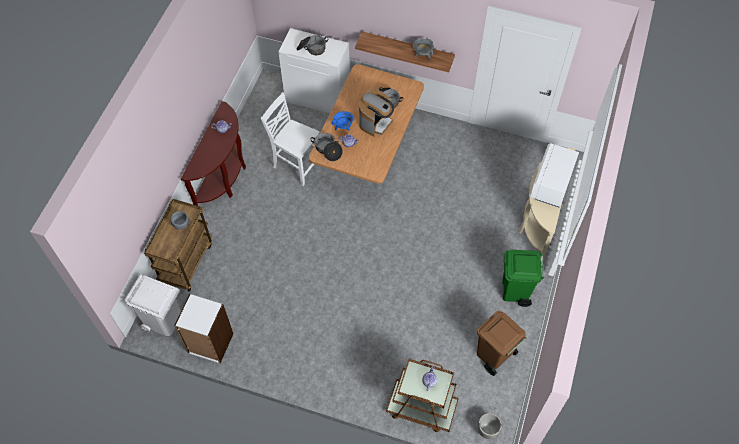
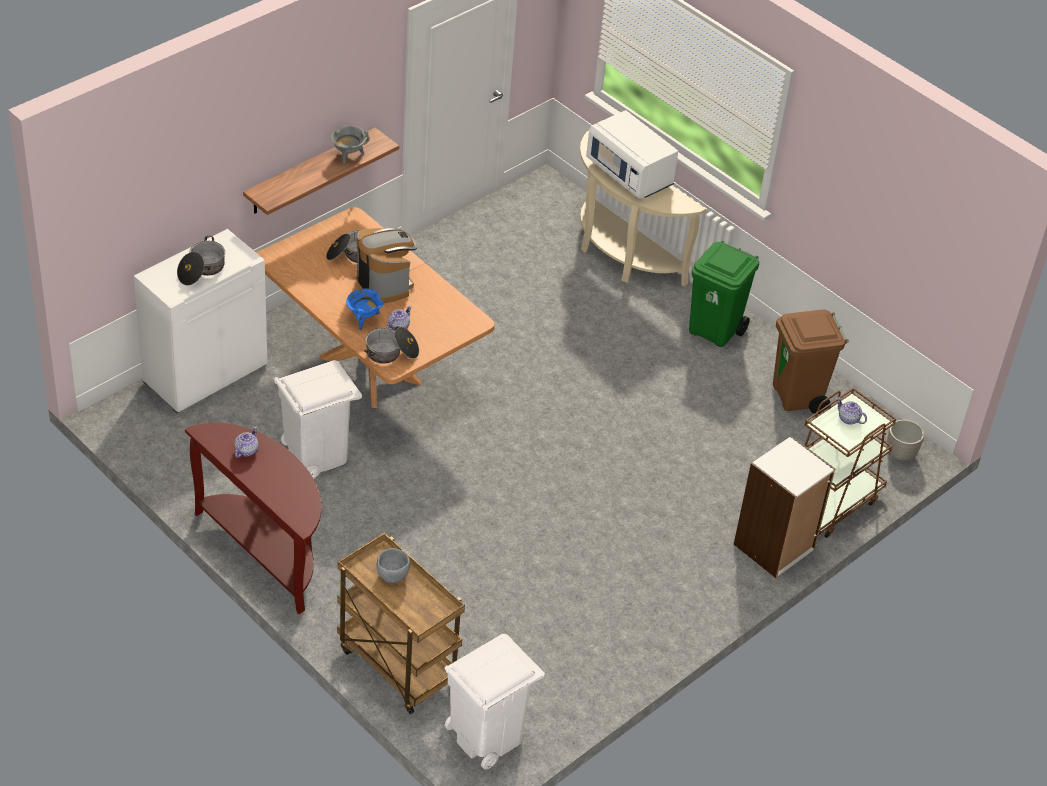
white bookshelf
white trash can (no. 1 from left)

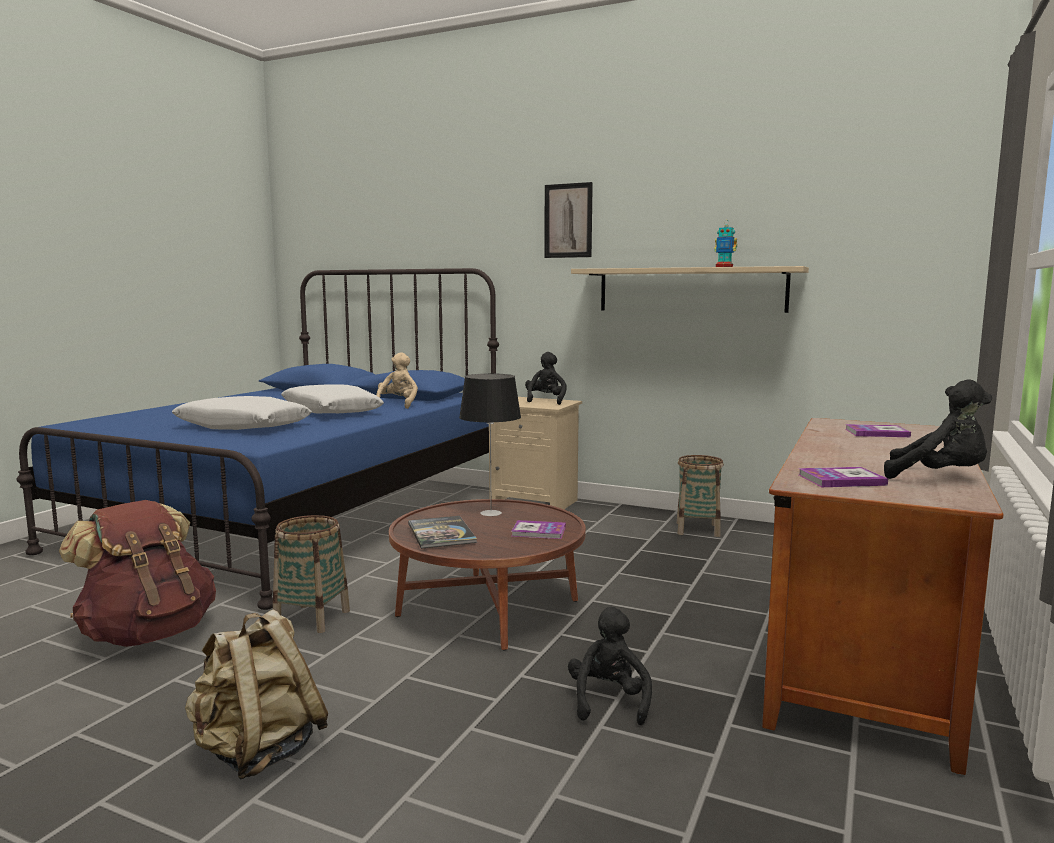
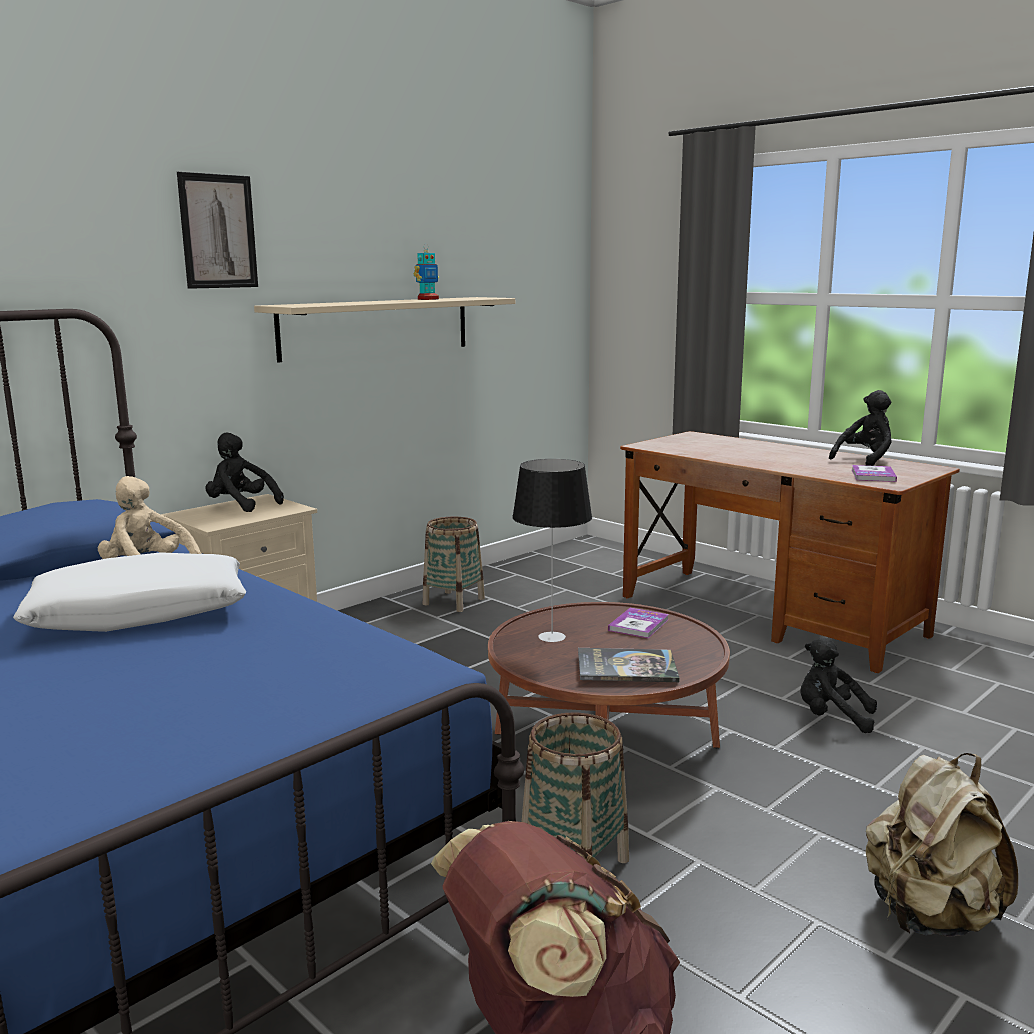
white throw pillow (no. 1 from left in the first image)
book (no. 4 from left in the first image)

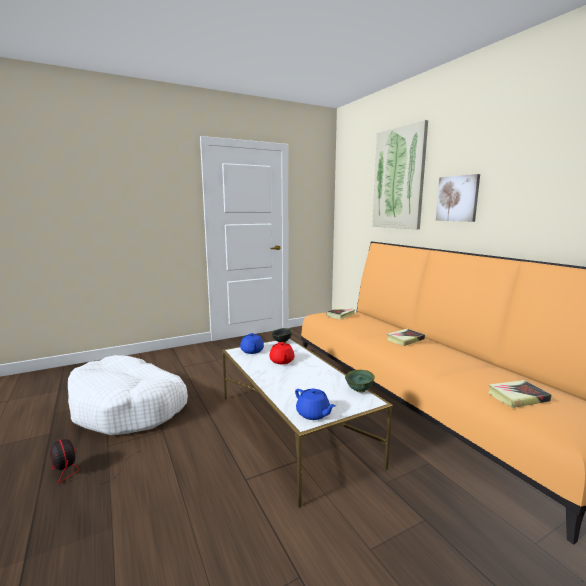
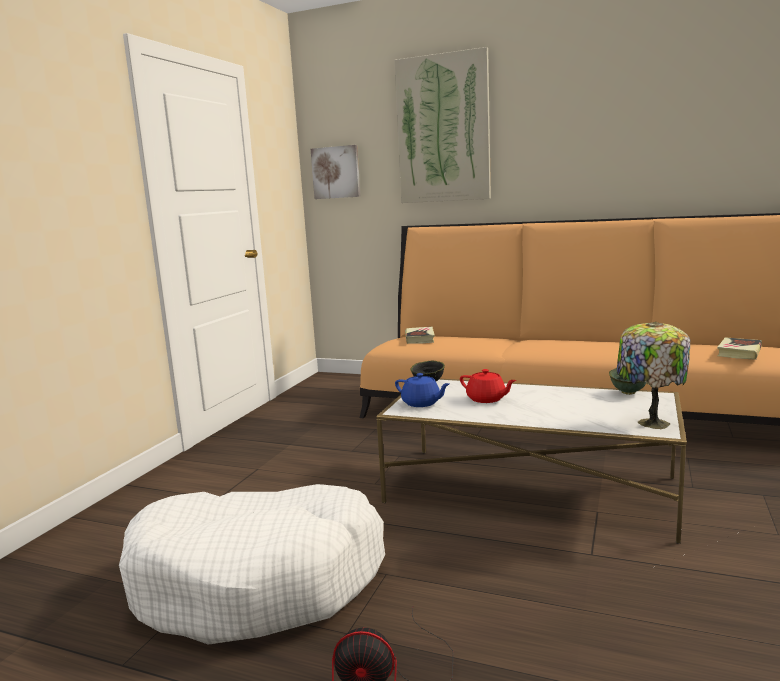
tabletop lamp
book (no. 2 from left in the first image)
wall picture (no. 1 from left)

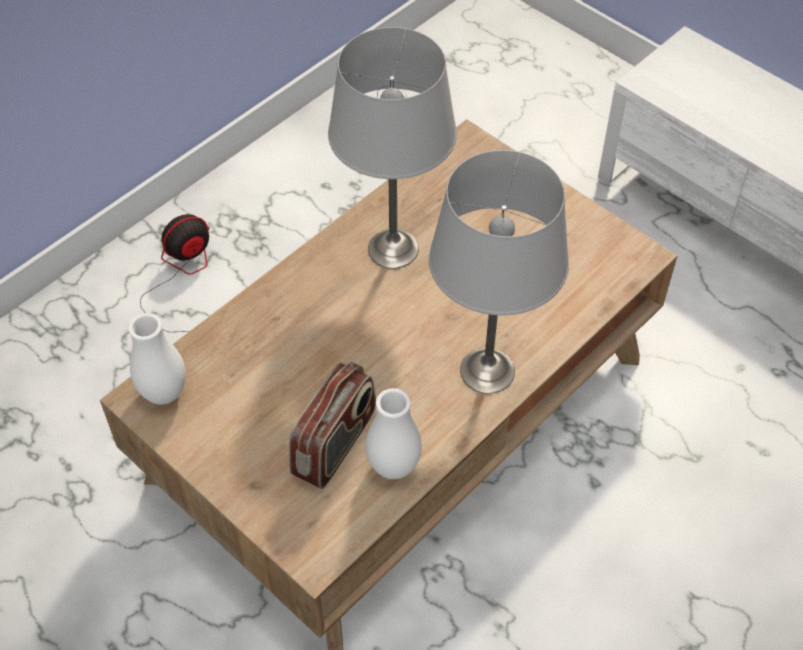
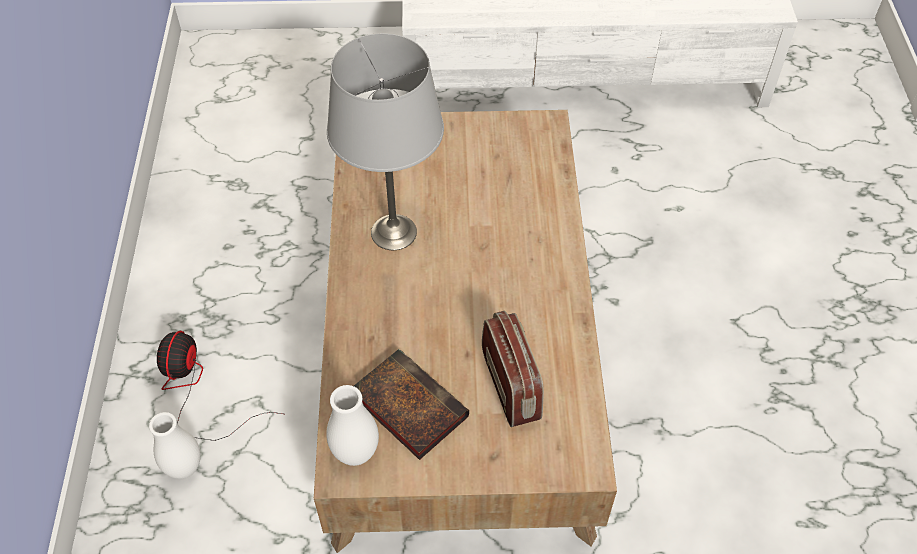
white flower vase (no. 1 from left)
grey tabletop lamp (no. 2 from left in the first image)
book

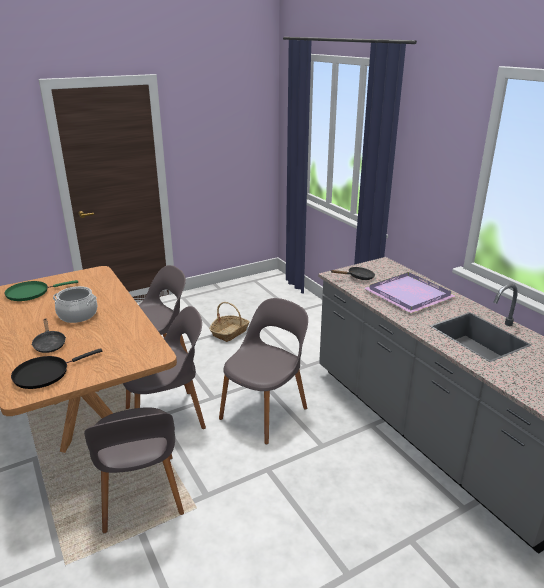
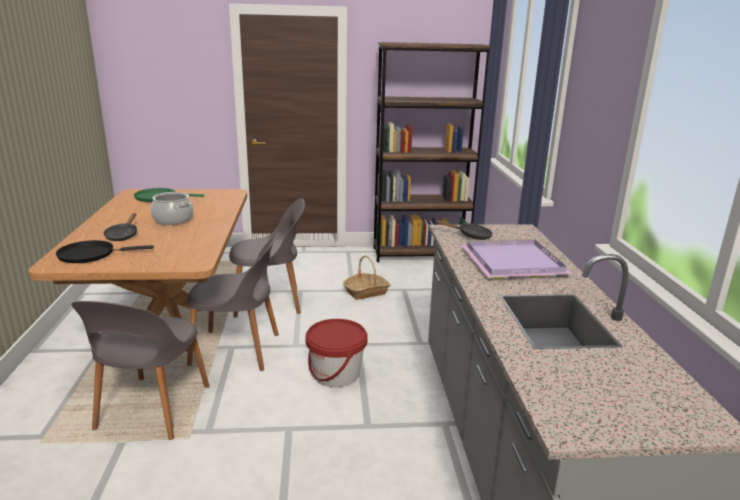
red water bucket
brown bookshelf

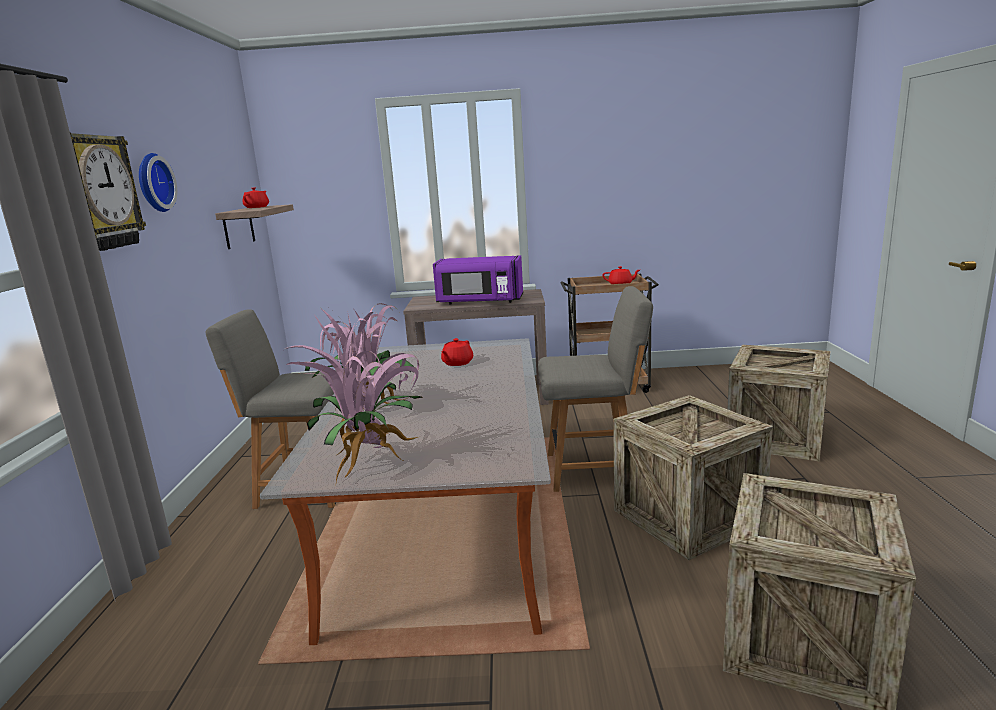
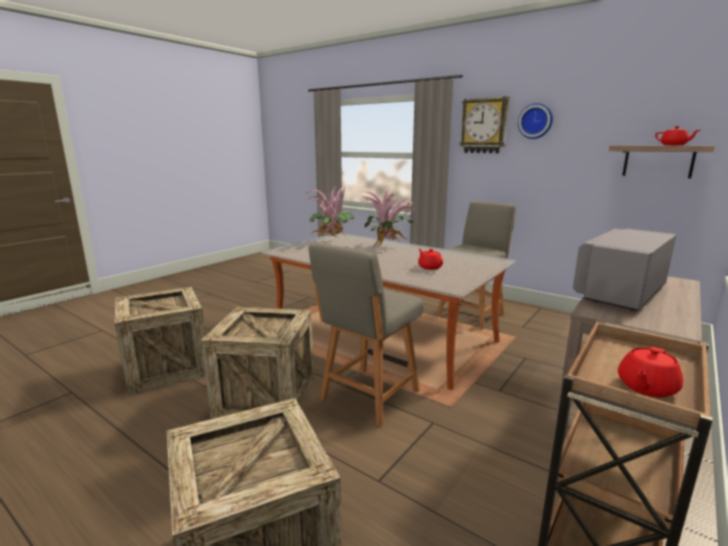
grey kitchen microwave

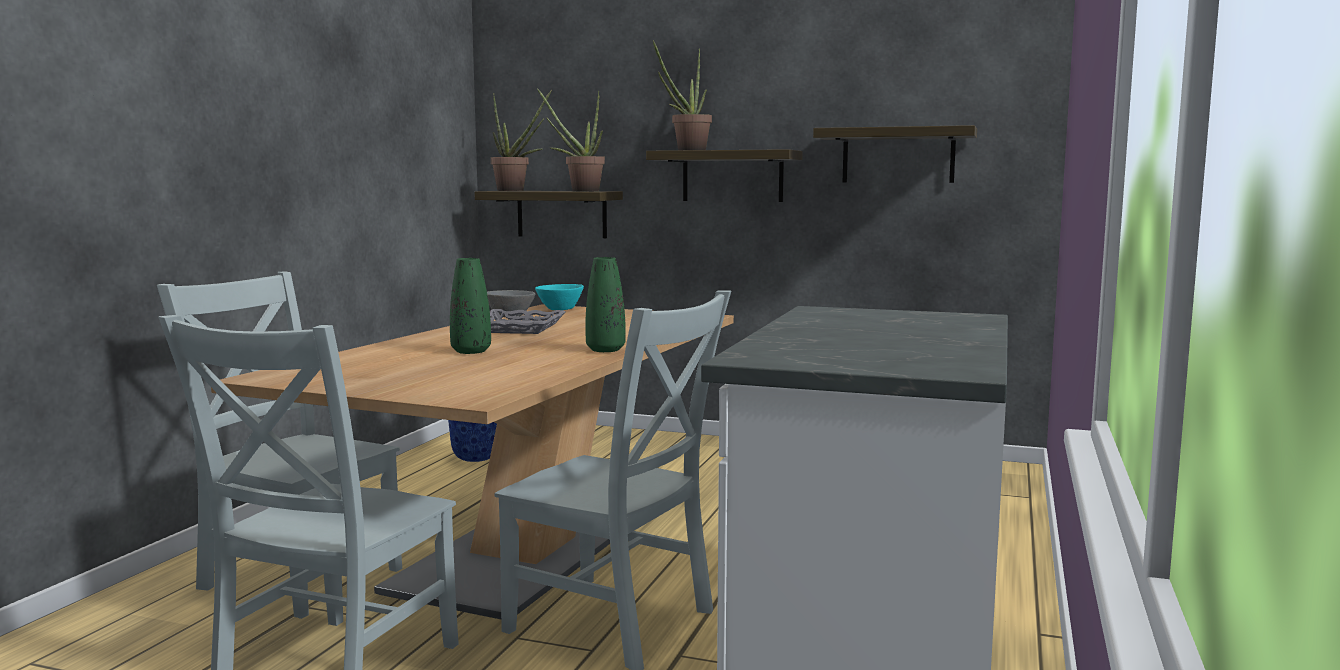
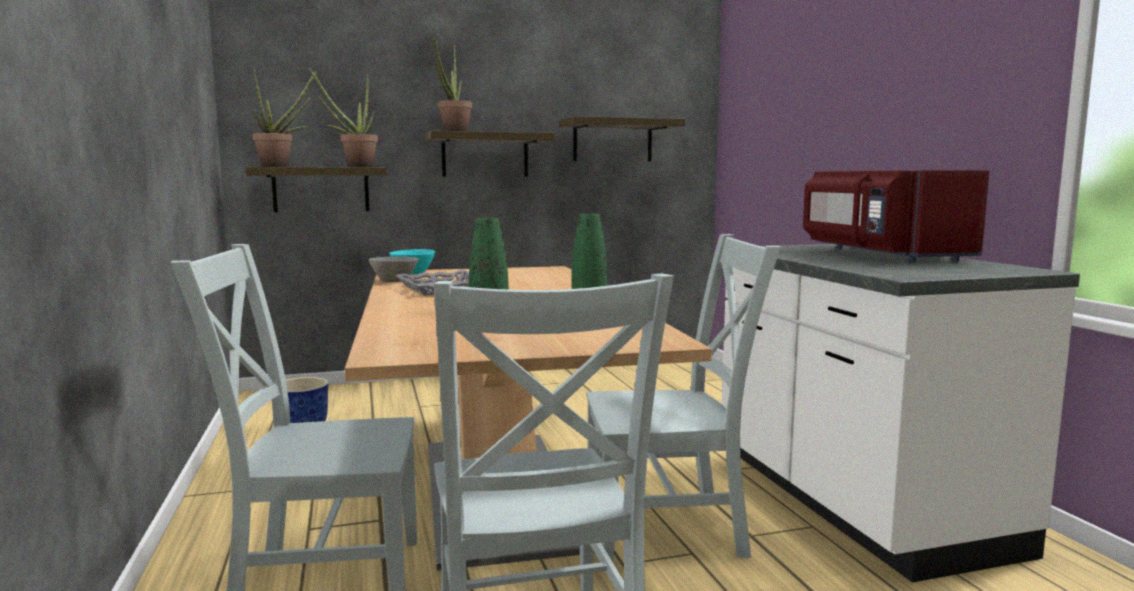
red kitchen microwave

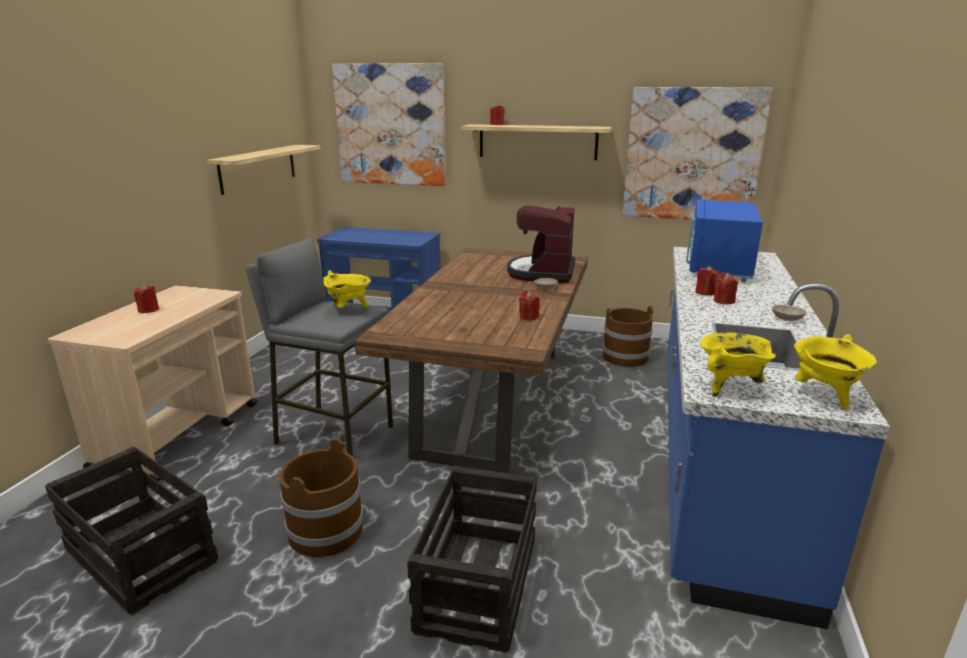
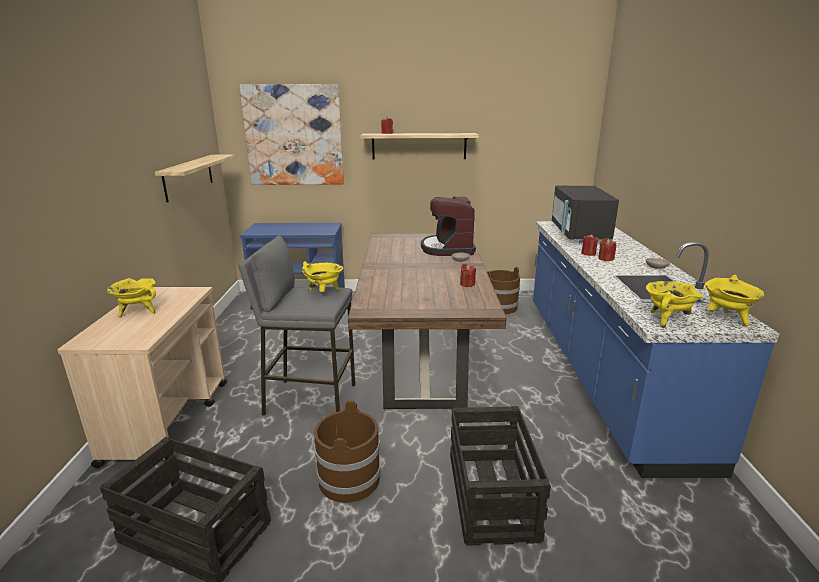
yellow-coloured cooking pot (no. 1 from left)
wall picture (no. 2 from left in the first image)
blackish kitchen microwave

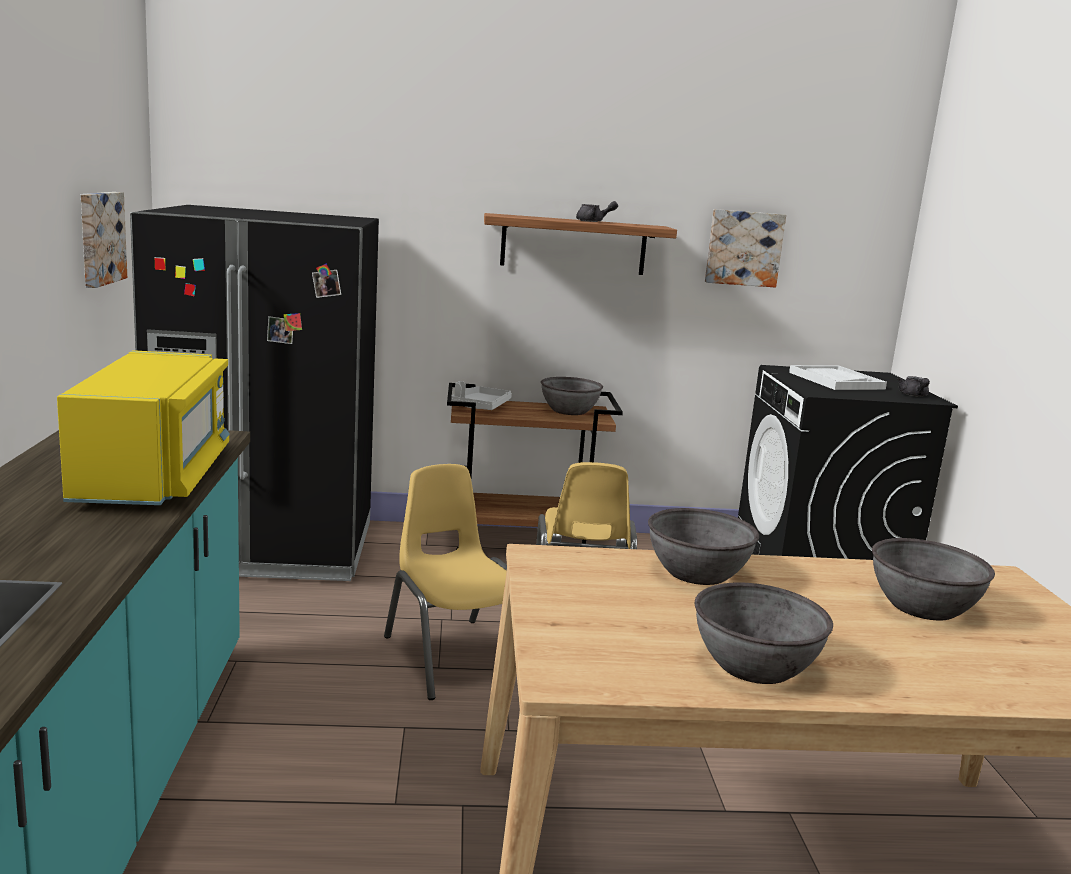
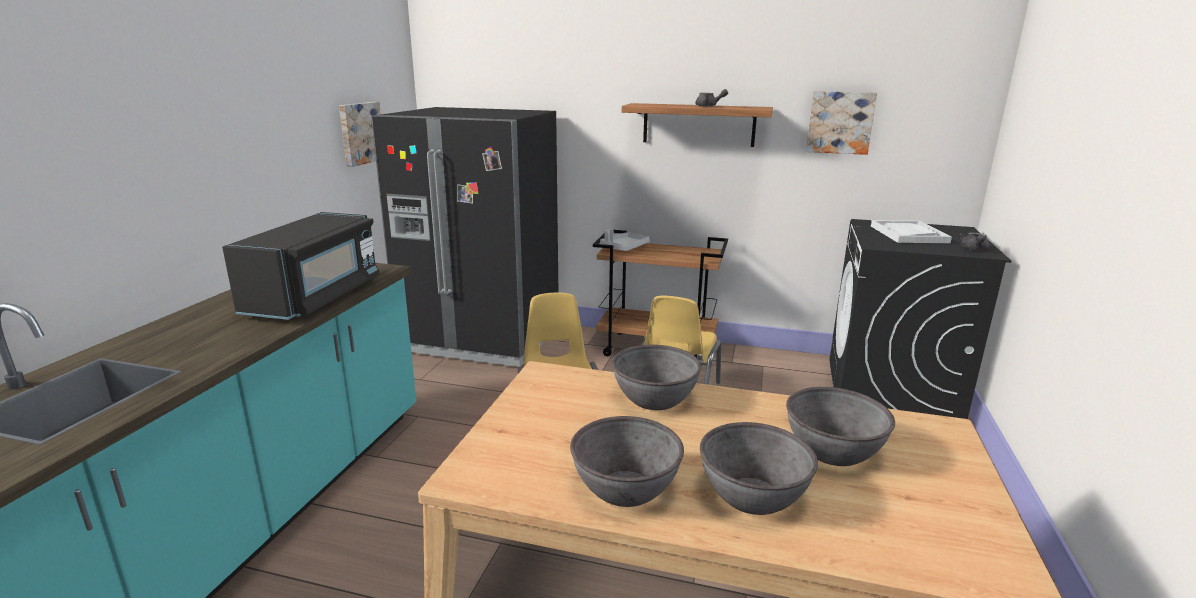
blackish kitchen microwave
grey bowl (no. 3 from left)

